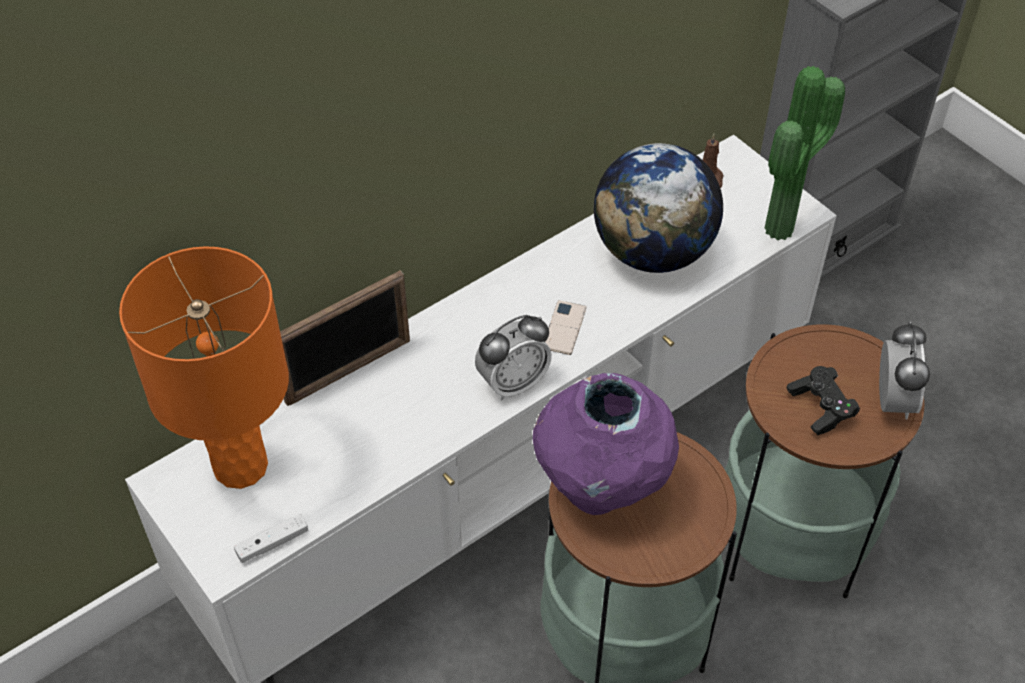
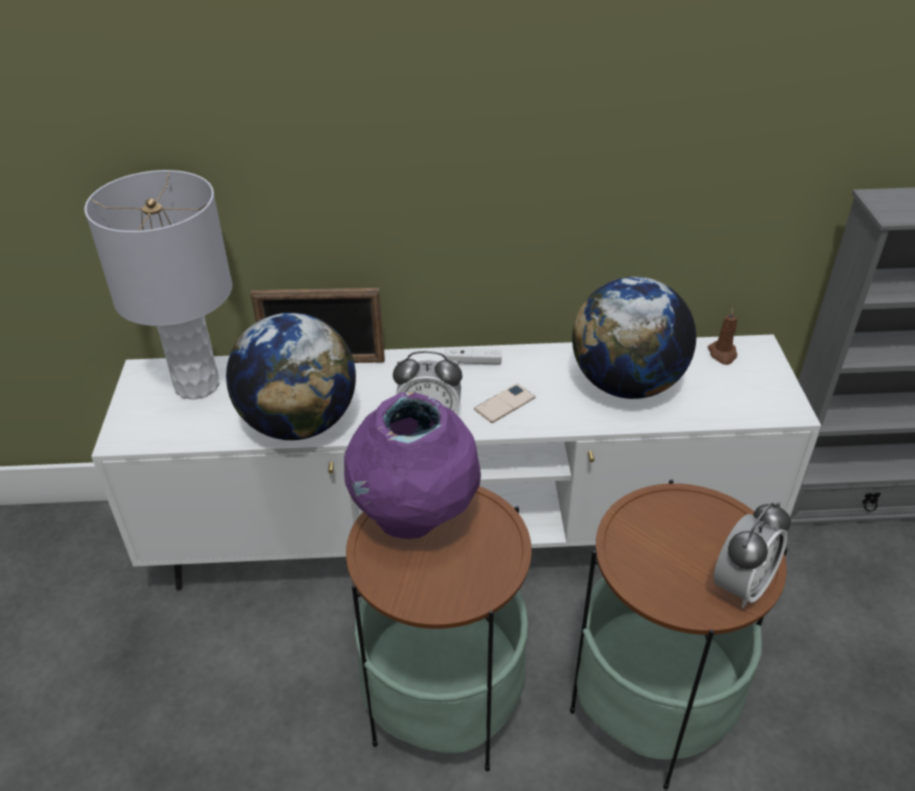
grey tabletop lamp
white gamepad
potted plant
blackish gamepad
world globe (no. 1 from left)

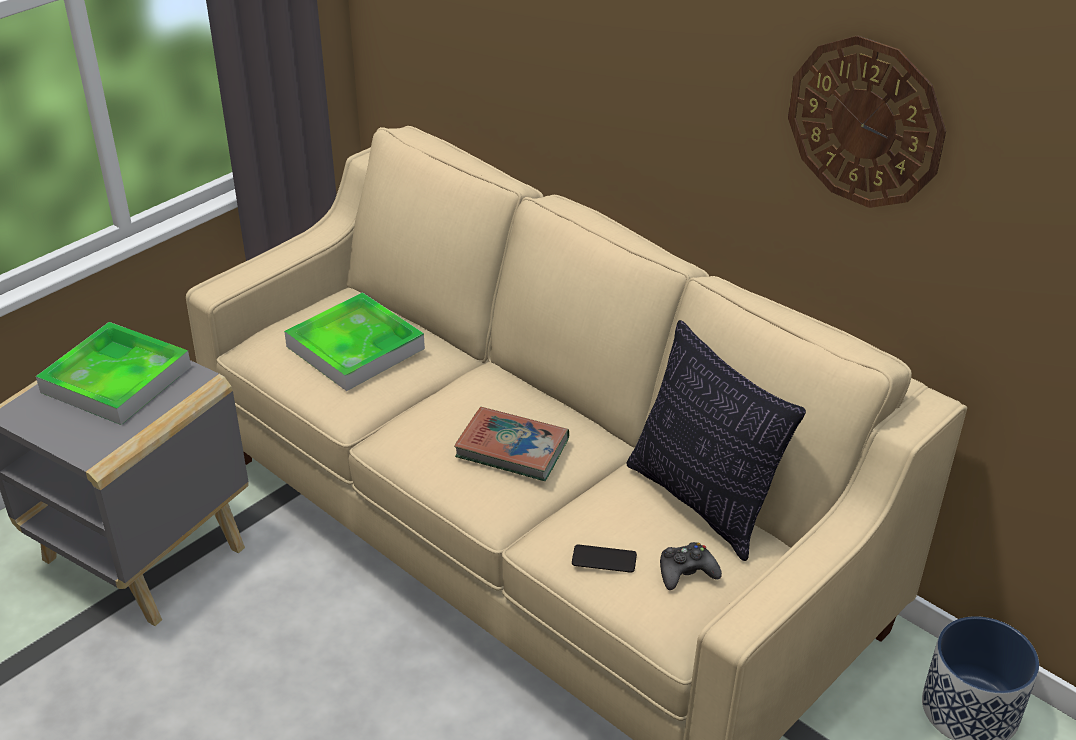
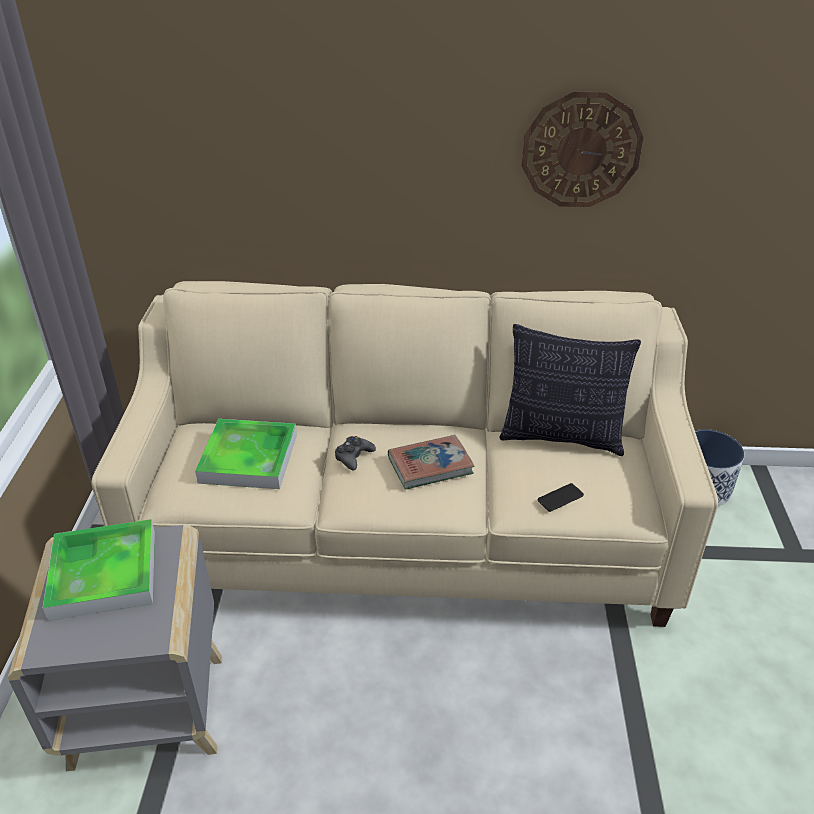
blackish gamepad

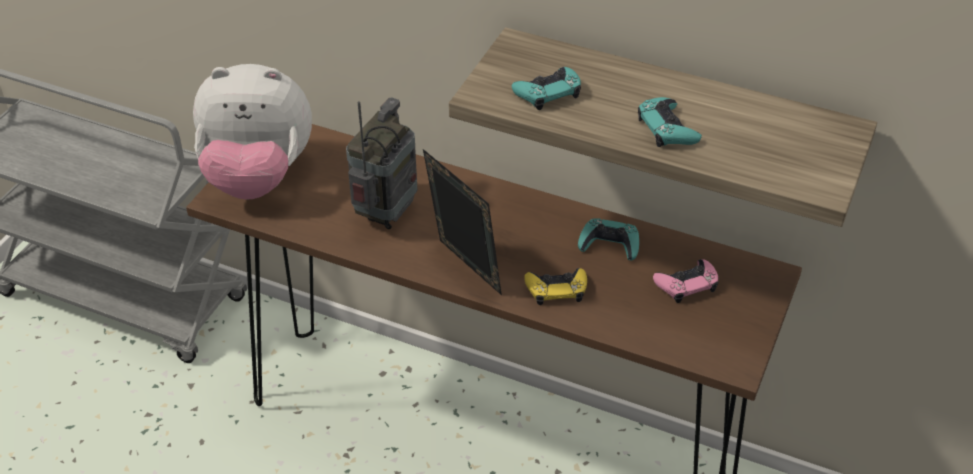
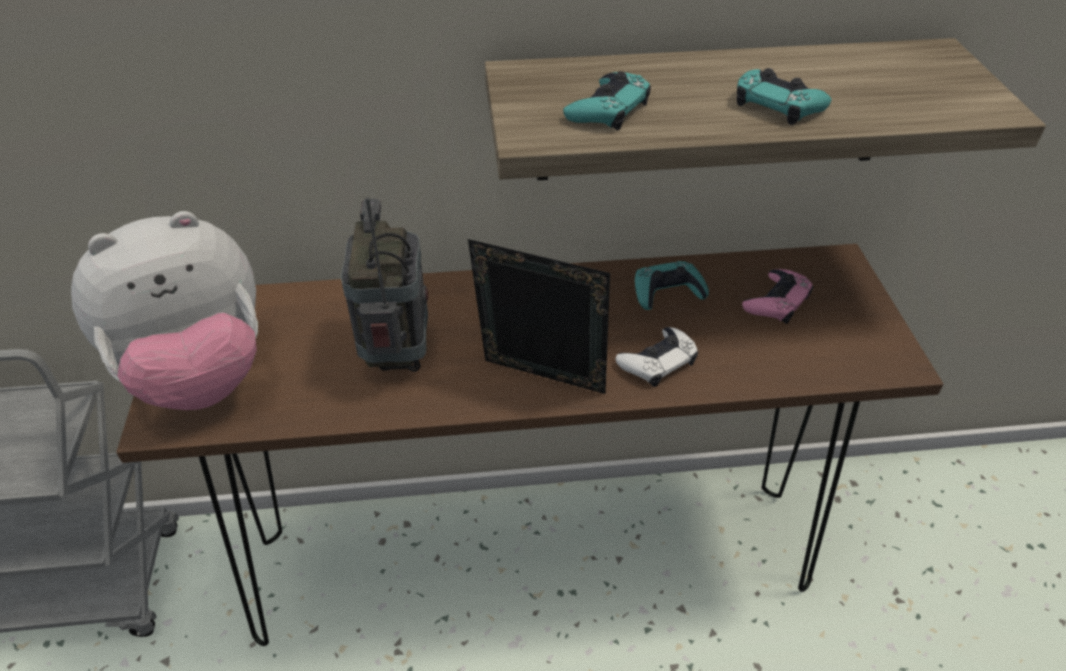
white gamepad

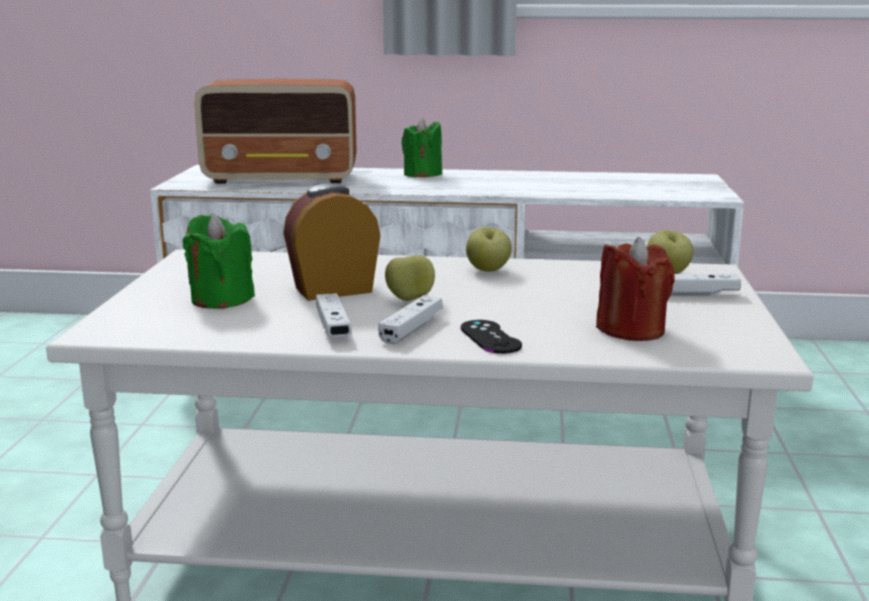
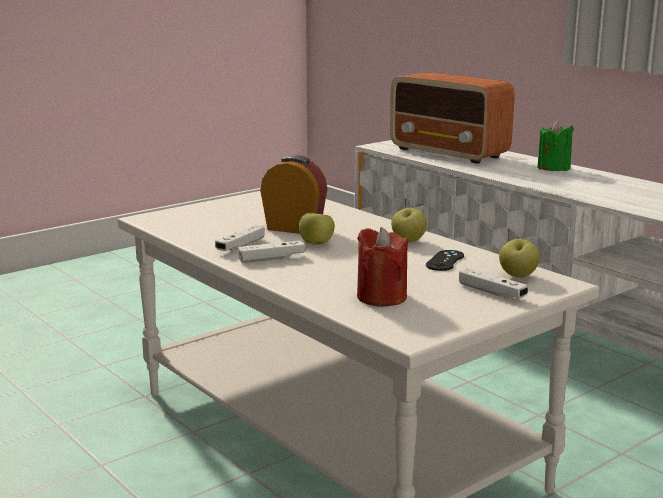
greenish wax candle (no. 1 from left in the first image)
blackish gamepad

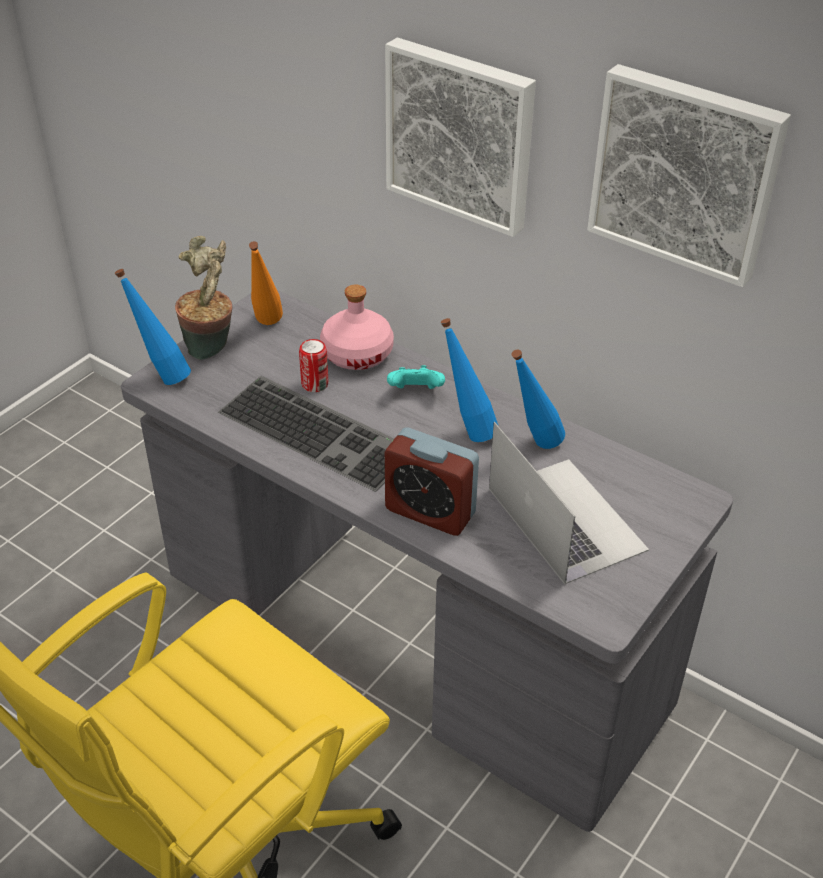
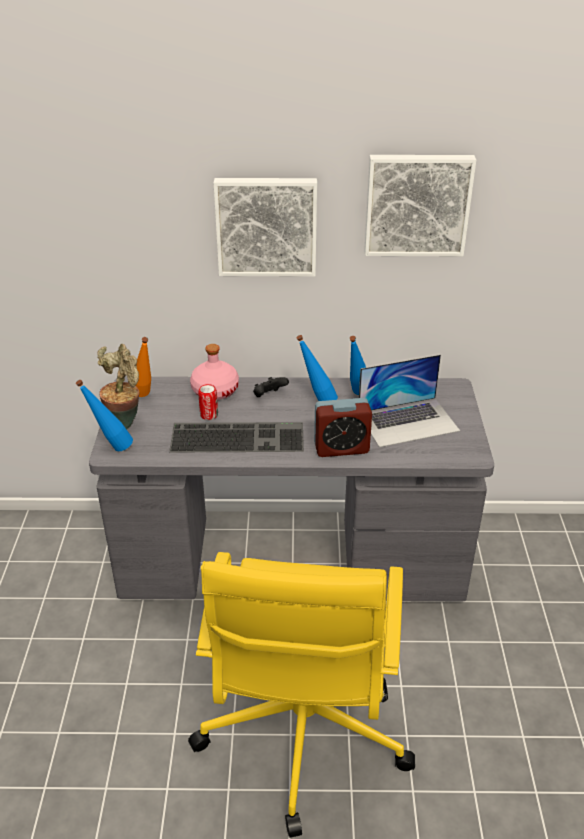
blackish gamepad
portable computer

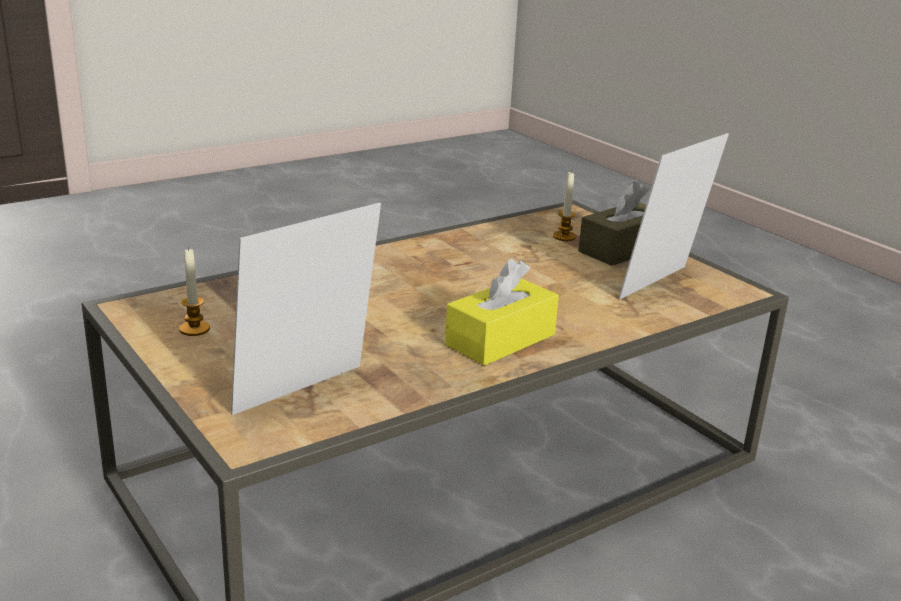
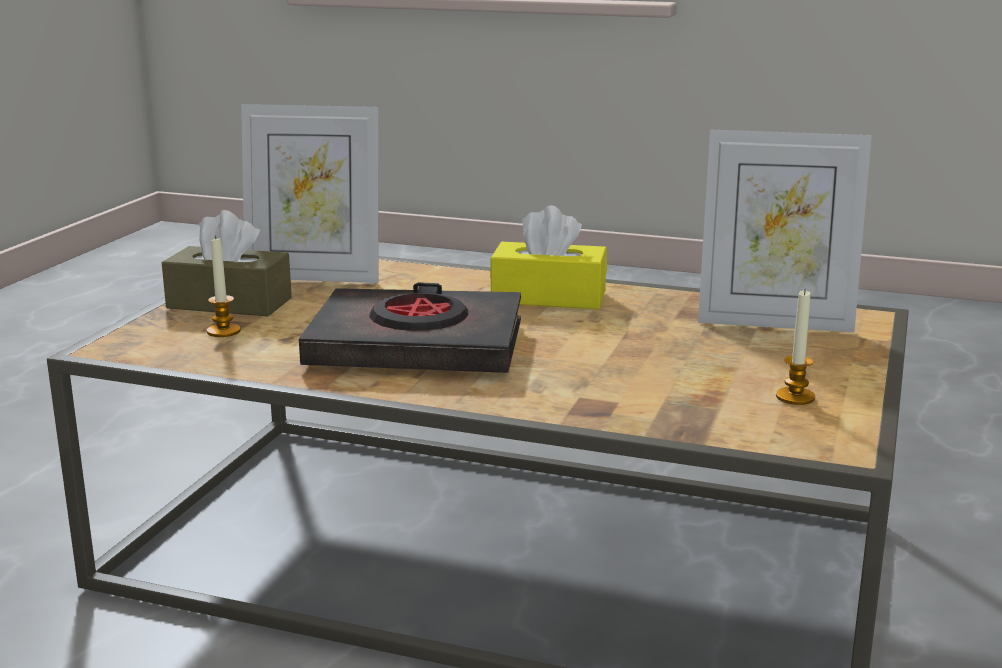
blackish book

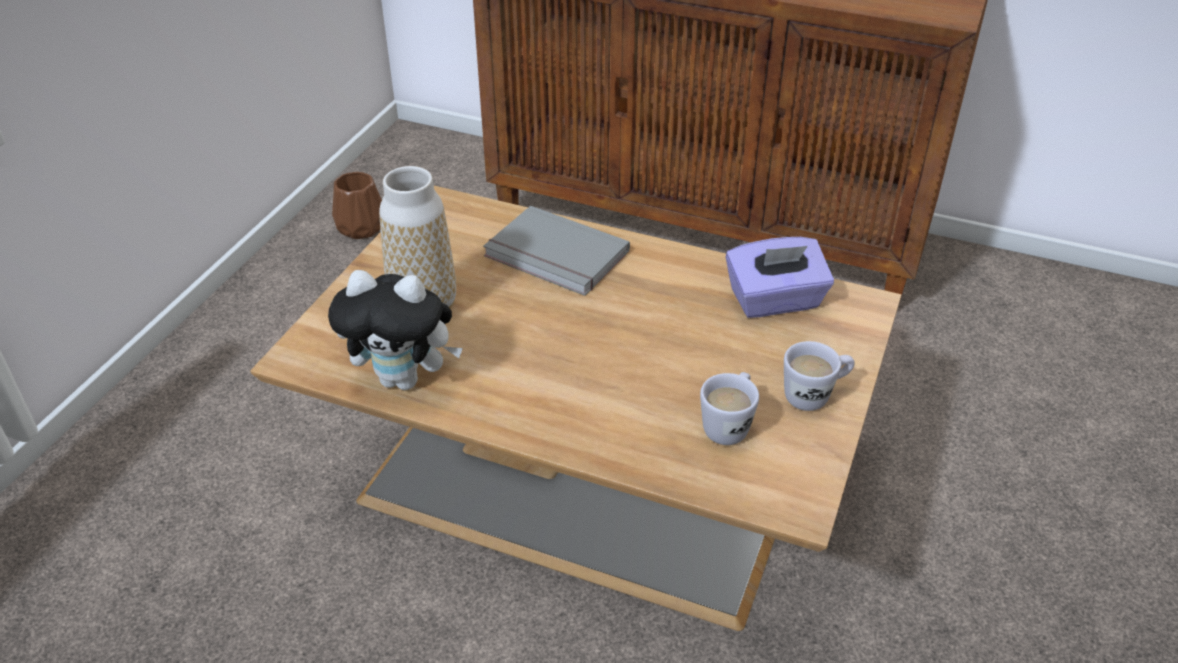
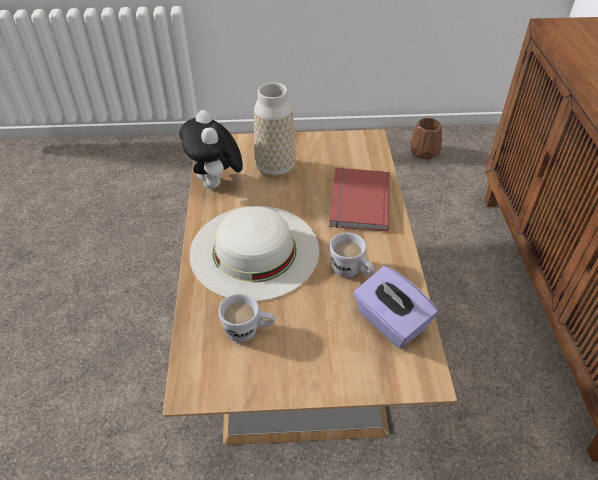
red book
white tea mug (no. 2 from left)
white hat

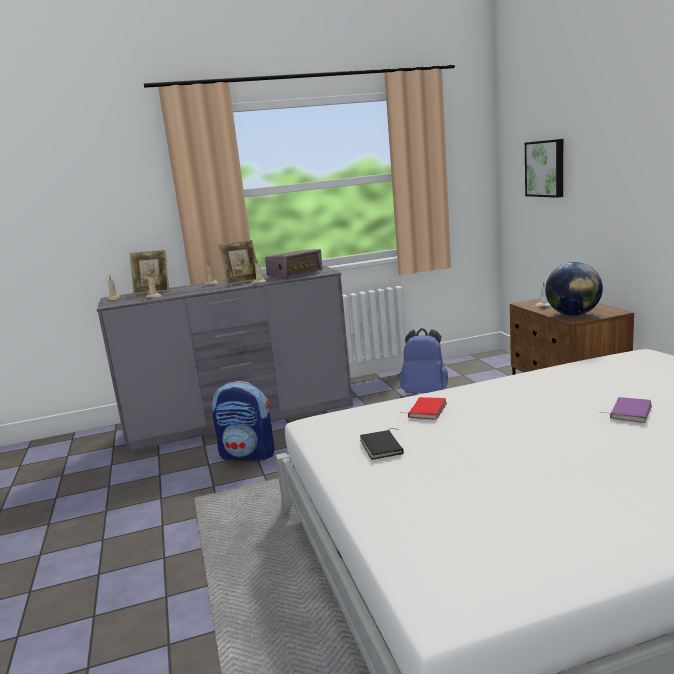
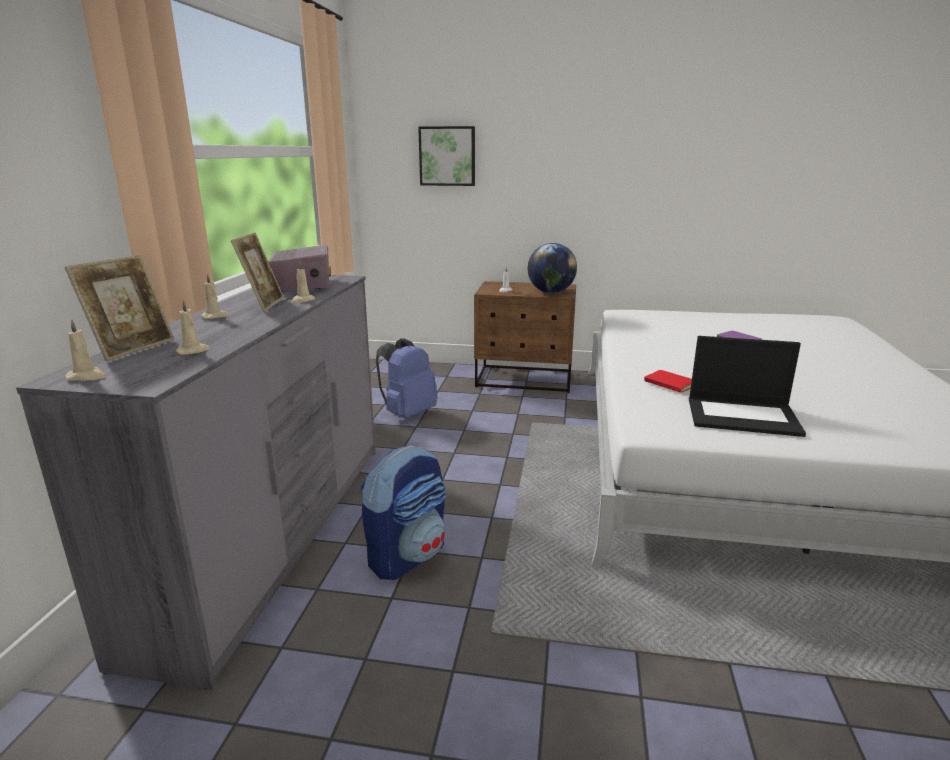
portable computer

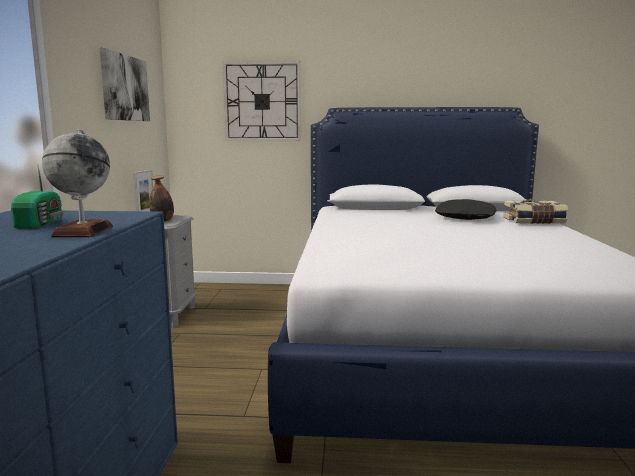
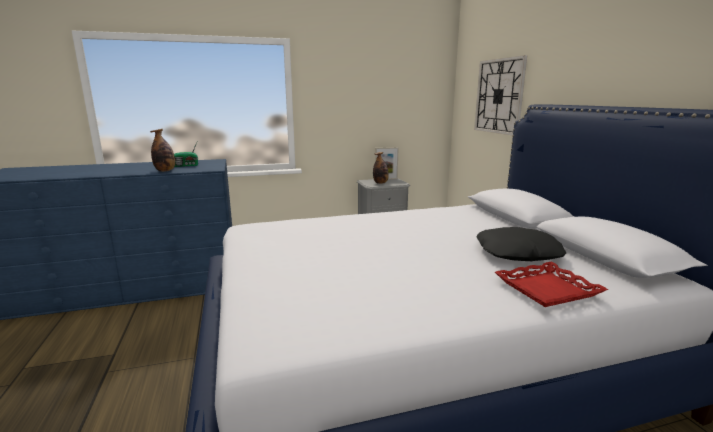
bottle (no. 1 from left)
wall picture
red carrying tray

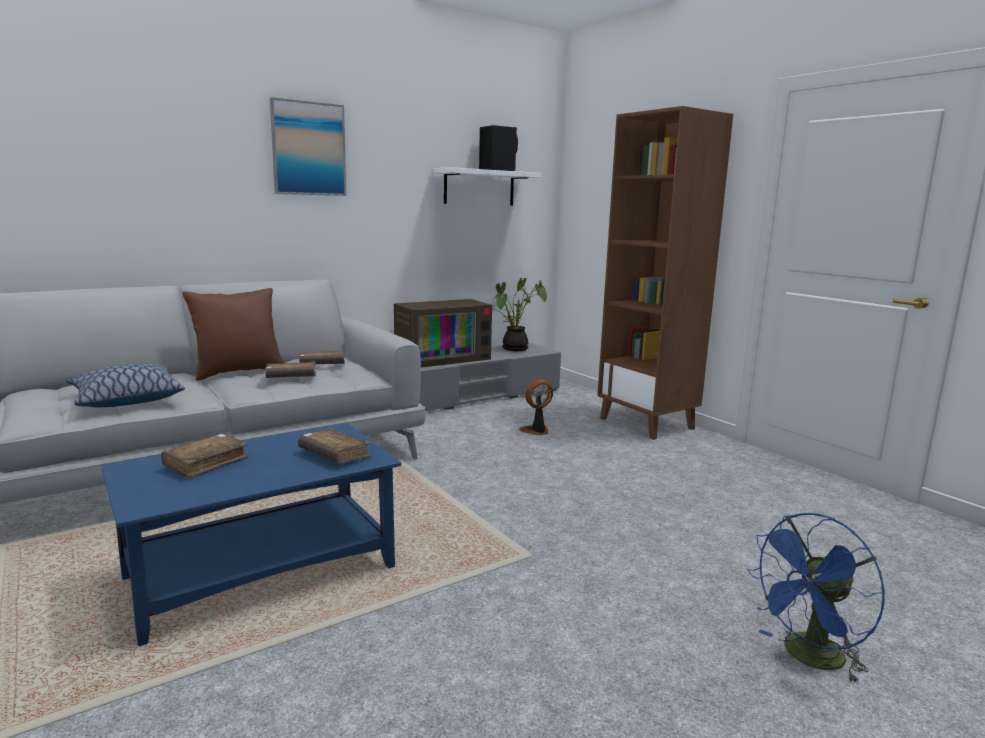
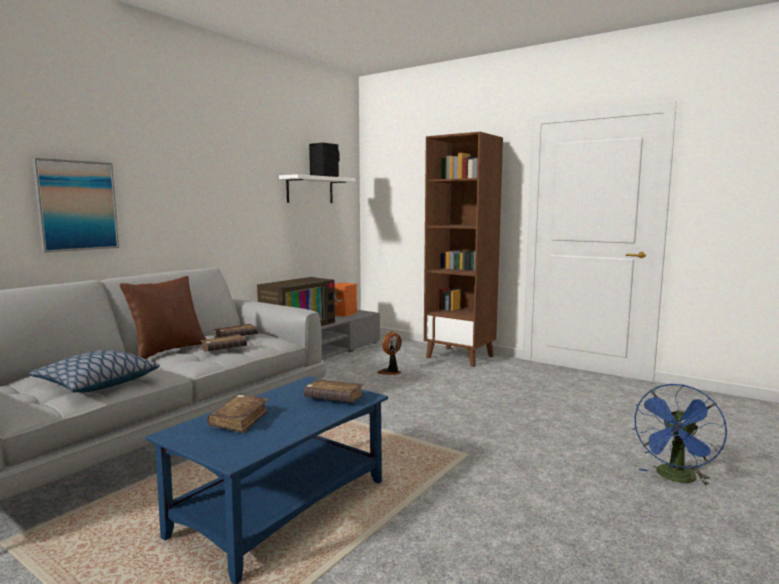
wall picture
orangey loudspeaker

